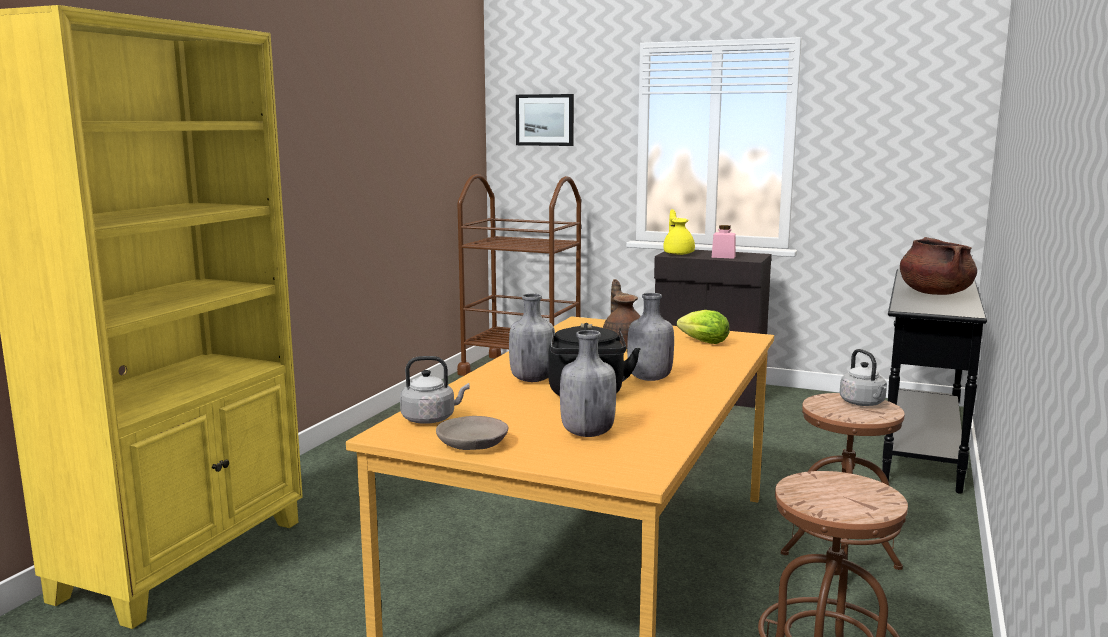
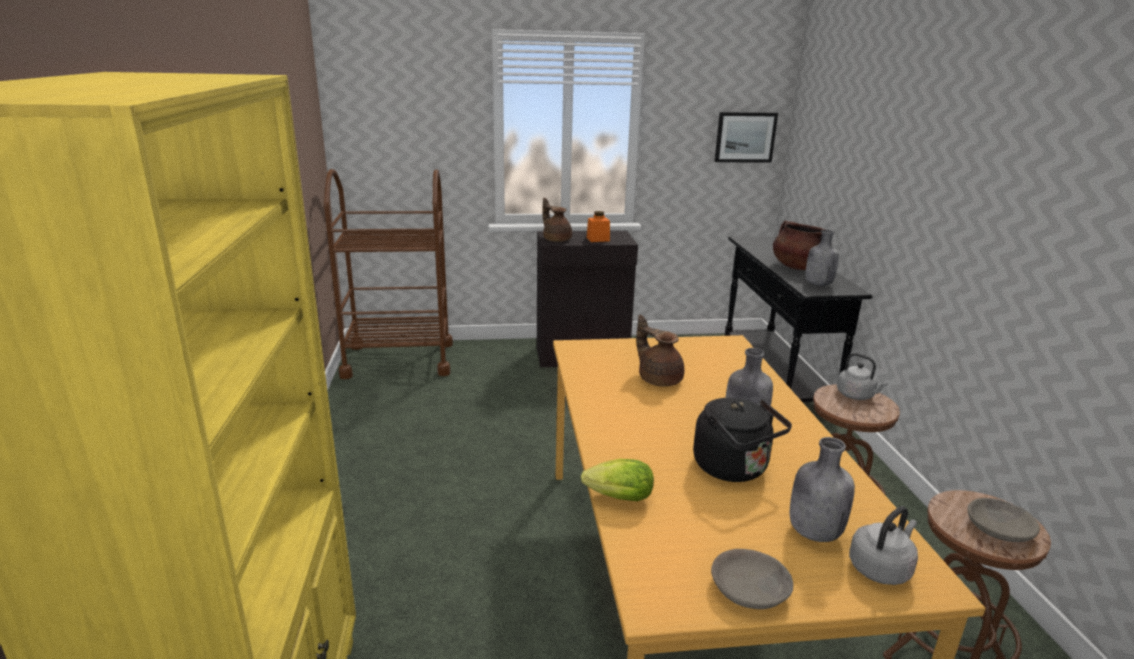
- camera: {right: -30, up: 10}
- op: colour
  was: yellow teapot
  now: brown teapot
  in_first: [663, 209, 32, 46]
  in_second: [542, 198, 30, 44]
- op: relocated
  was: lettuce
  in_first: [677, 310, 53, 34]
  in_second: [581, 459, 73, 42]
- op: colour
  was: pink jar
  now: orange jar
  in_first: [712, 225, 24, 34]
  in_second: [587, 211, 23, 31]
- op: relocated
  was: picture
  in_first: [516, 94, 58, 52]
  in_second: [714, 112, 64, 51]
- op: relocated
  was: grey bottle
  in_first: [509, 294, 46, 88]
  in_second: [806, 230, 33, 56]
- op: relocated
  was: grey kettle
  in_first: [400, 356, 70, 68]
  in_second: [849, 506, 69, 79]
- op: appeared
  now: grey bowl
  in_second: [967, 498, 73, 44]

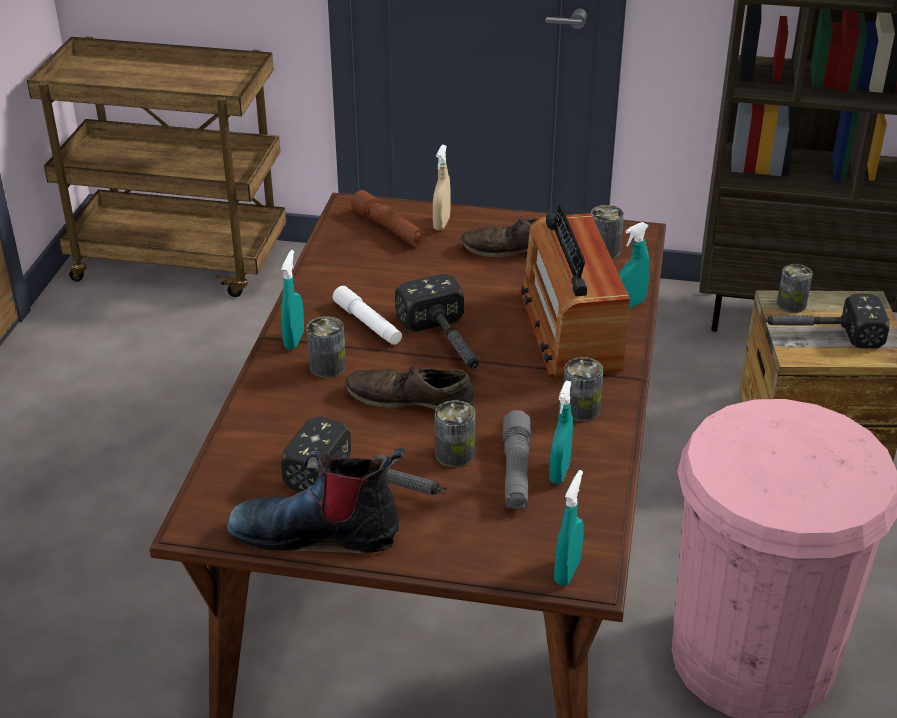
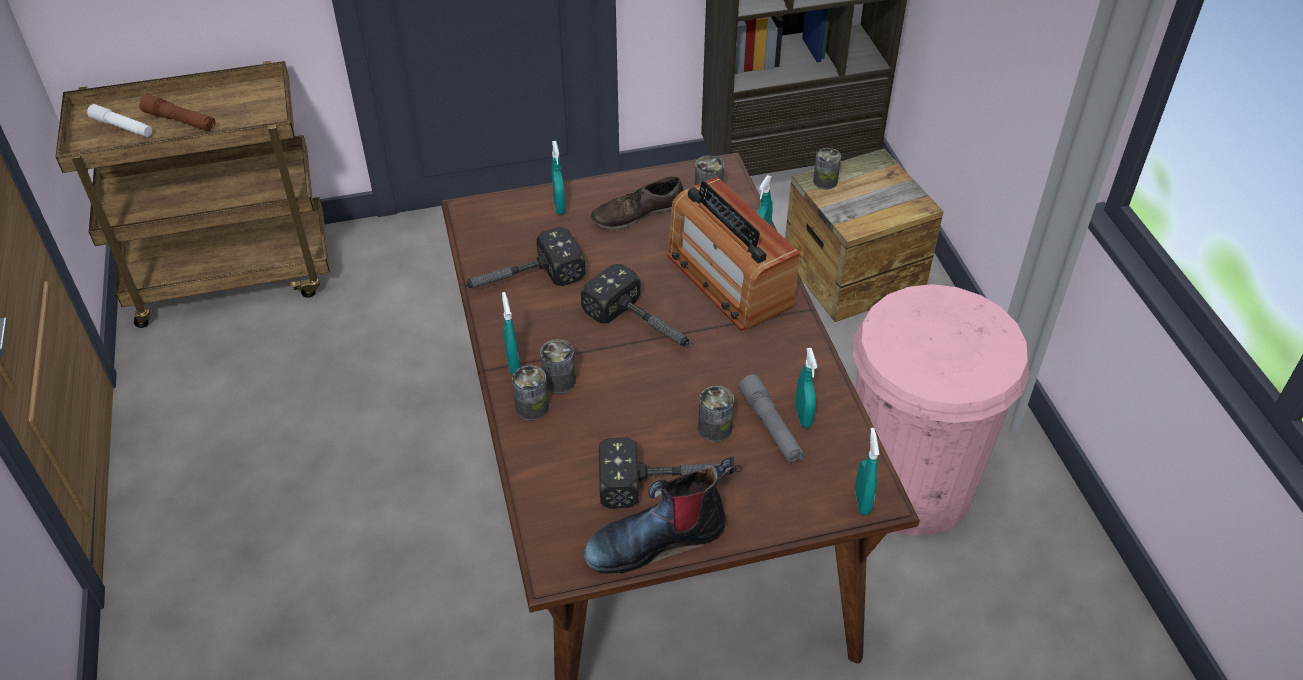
- camera: {right: -25, up: 10}
- op: relocated
  was: white flashlight
  in_first: [333, 286, 69, 59]
  in_second: [87, 104, 65, 33]
- op: relocated
  was: brown flashlight
  in_first: [351, 190, 75, 56]
  in_second: [139, 94, 77, 37]
- op: relocated
  was: hammer
  in_first: [761, 294, 128, 54]
  in_second: [460, 227, 125, 61]
- op: relocated
  was: can
  in_first: [563, 357, 41, 65]
  in_second: [512, 366, 37, 55]
- op: colour
  was: beige spray bottle
  now: turquoise spray bottle
  in_first: [433, 145, 17, 85]
  in_second: [552, 141, 14, 74]
- op: missing
  was: brown shoe
  in_first: [345, 363, 129, 47]

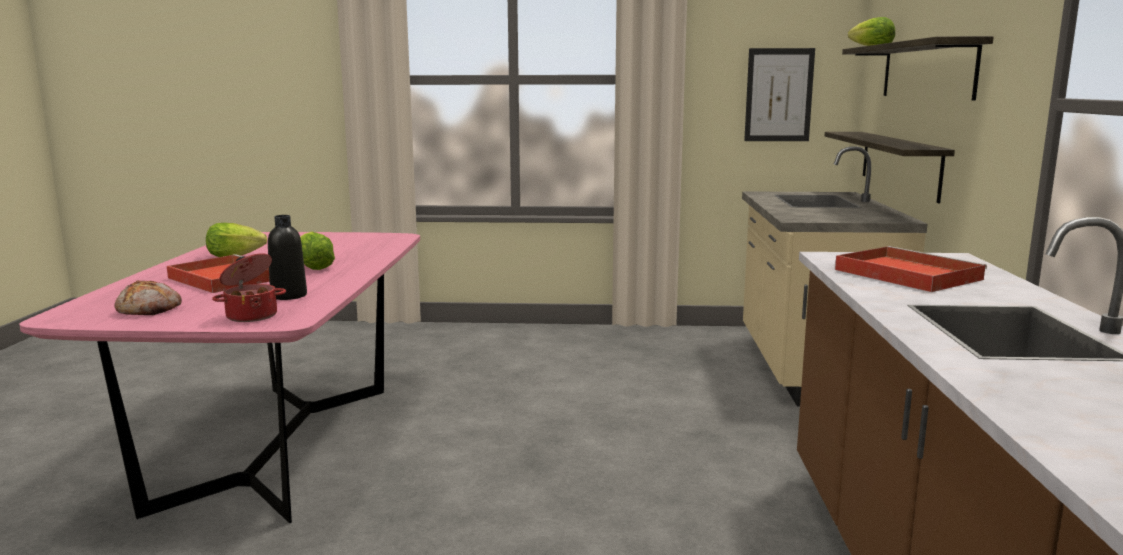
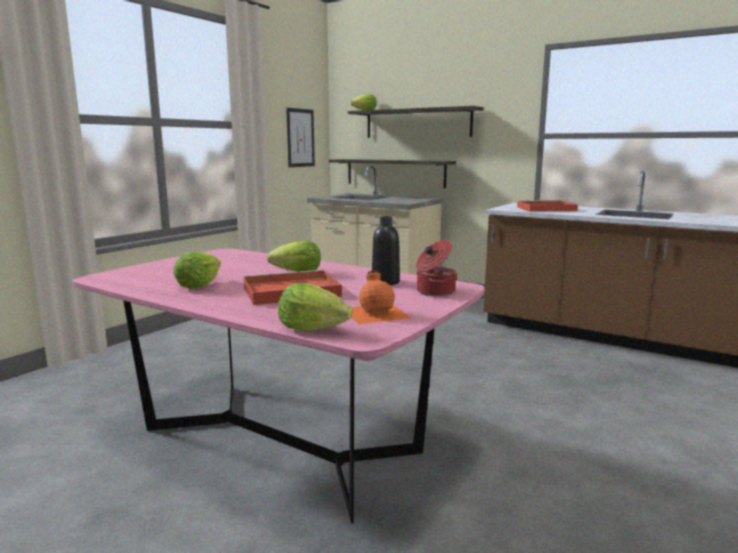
- camera: {right: -60, up: 0}
- op: appeared
  now: lettuce
  in_second: [278, 283, 74, 49]
- op: exchanged
  was: bread
  now: orange bottle
  in_first: [114, 280, 68, 35]
  in_second: [351, 270, 60, 54]

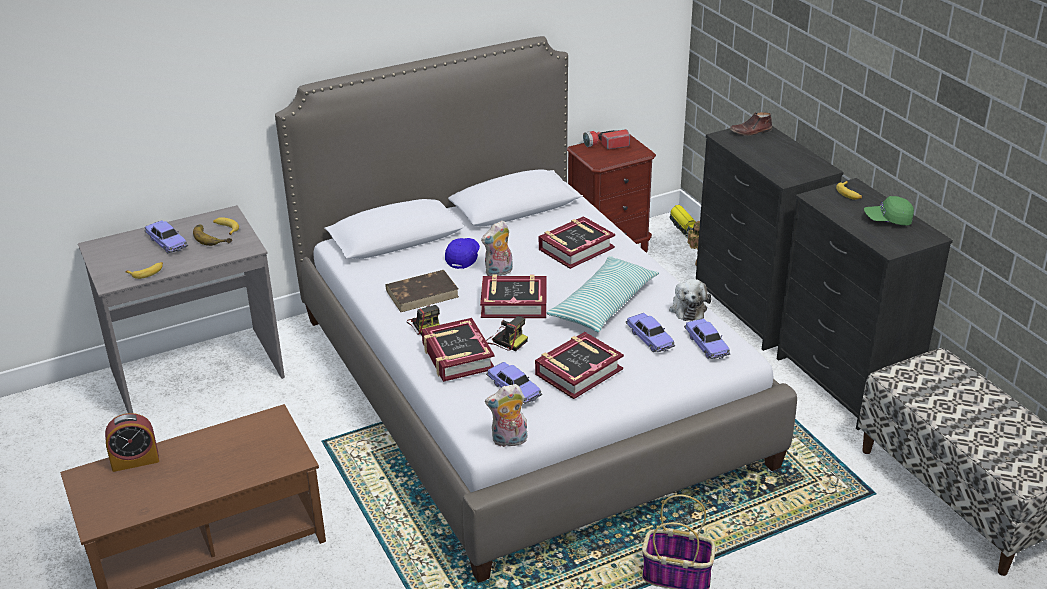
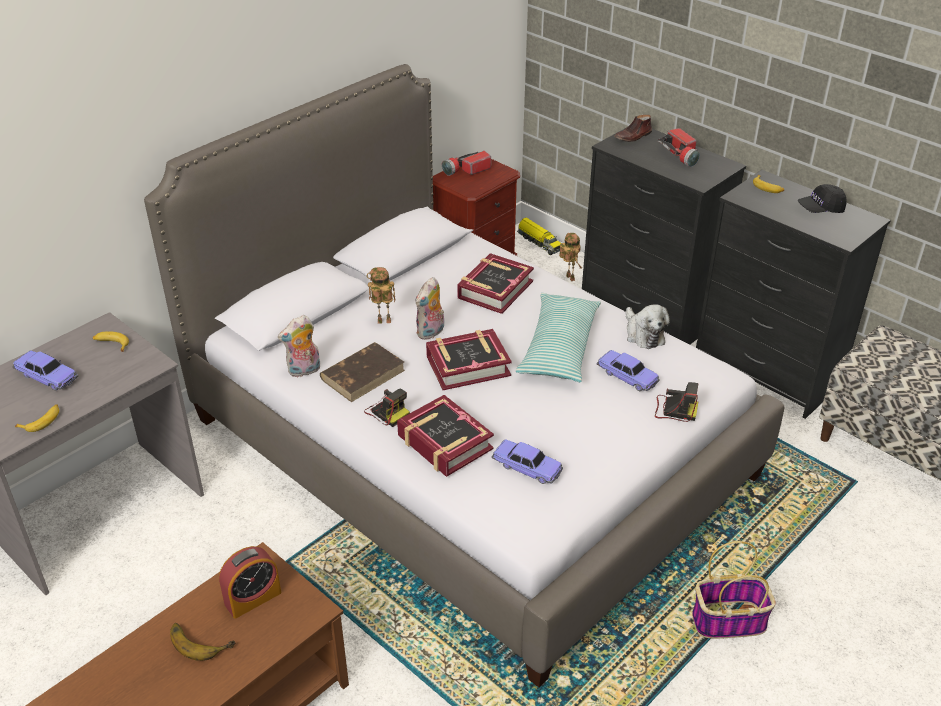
- camera: {right: -20, up: 5}
- op: relocated
  was: banana
  in_first: [193, 225, 39, 21]
  in_second: [170, 623, 66, 38]
- op: relocated
  was: alarm clock
  in_first: [105, 413, 54, 59]
  in_second: [219, 546, 62, 73]
- op: relocated
  was: plush toy
  in_first: [485, 384, 43, 63]
  in_second: [278, 315, 42, 63]
- op: exchanged
  was: blue cap
  now: toy robot
  in_first: [445, 238, 35, 31]
  in_second: [367, 267, 28, 57]
- op: relocated
  was: photo camera
  in_first: [486, 316, 42, 35]
  in_second: [655, 382, 43, 40]
- op: appeared
  now: flashlight
  in_second: [658, 128, 42, 39]
- op: colour
  was: green cap
  now: black cap
  in_first: [864, 196, 50, 30]
  in_second: [798, 184, 49, 29]
- op: missing
  was: book
  in_first: [535, 332, 89, 67]
- op: missing
  was: toy car
  in_first: [684, 319, 46, 40]

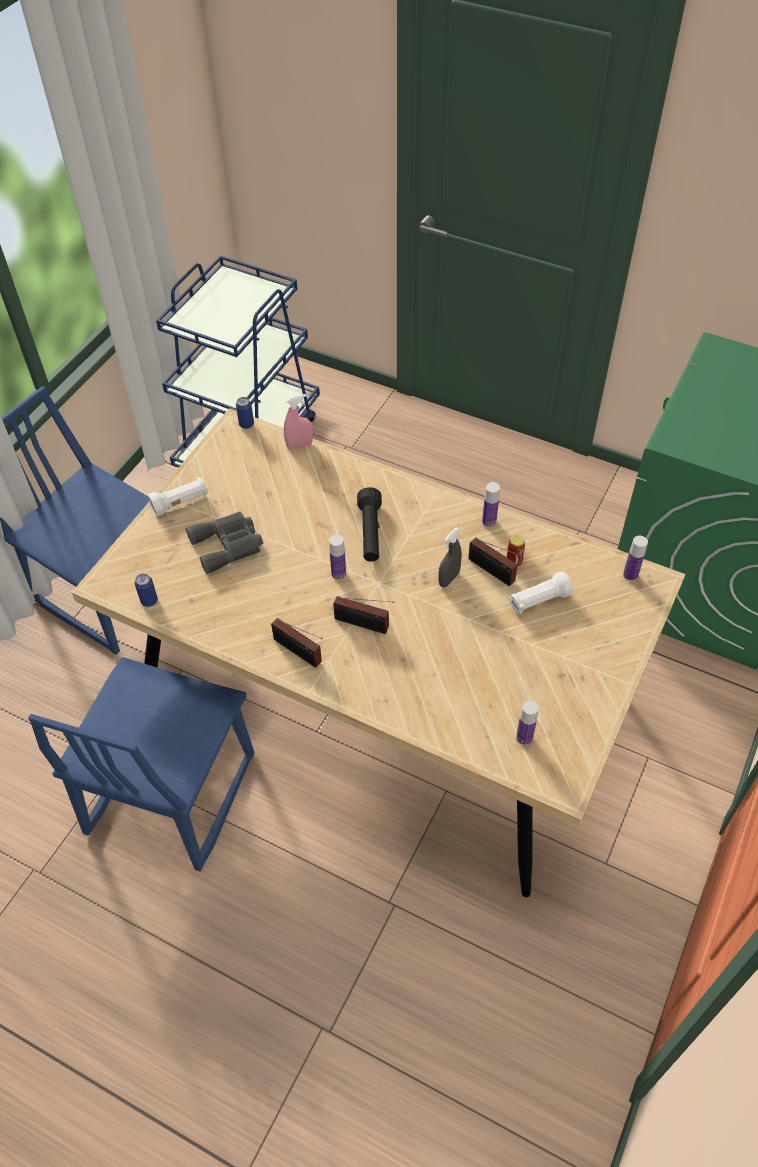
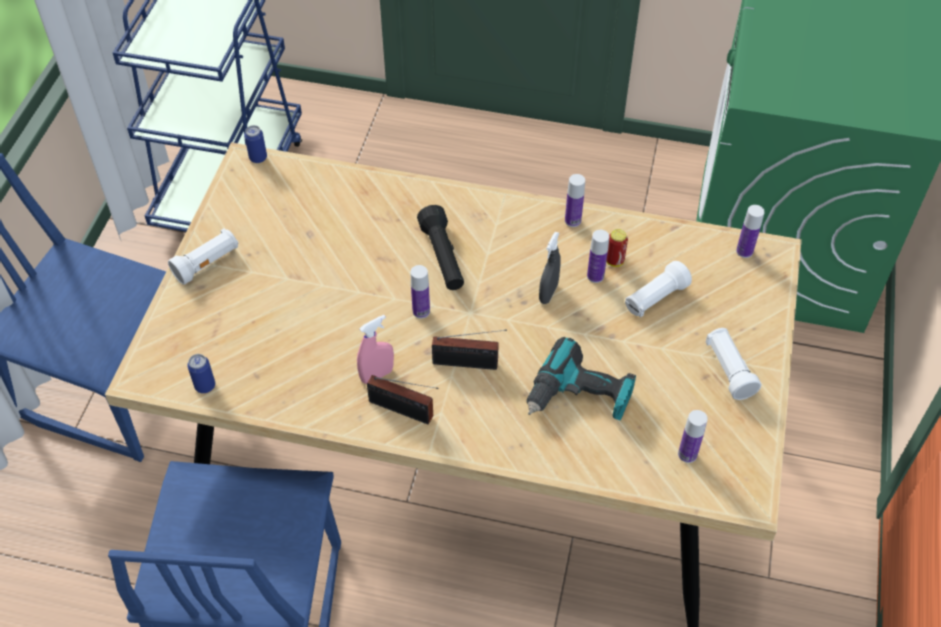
- camera: {right: -15, up: 0}
- op: relocated
  was: pink spray bottle
  in_first: [284, 394, 29, 56]
  in_second: [357, 315, 37, 69]
- op: appeared
  now: power drill
  in_second: [526, 337, 110, 83]
- op: exchanged
  was: radio
  now: bottle
  in_first: [468, 537, 56, 49]
  in_second: [587, 230, 22, 53]
- op: appeared
  now: white flashlight
  in_second: [706, 328, 55, 72]
- op: missing
  was: grey binoculars
  in_first: [186, 511, 77, 63]

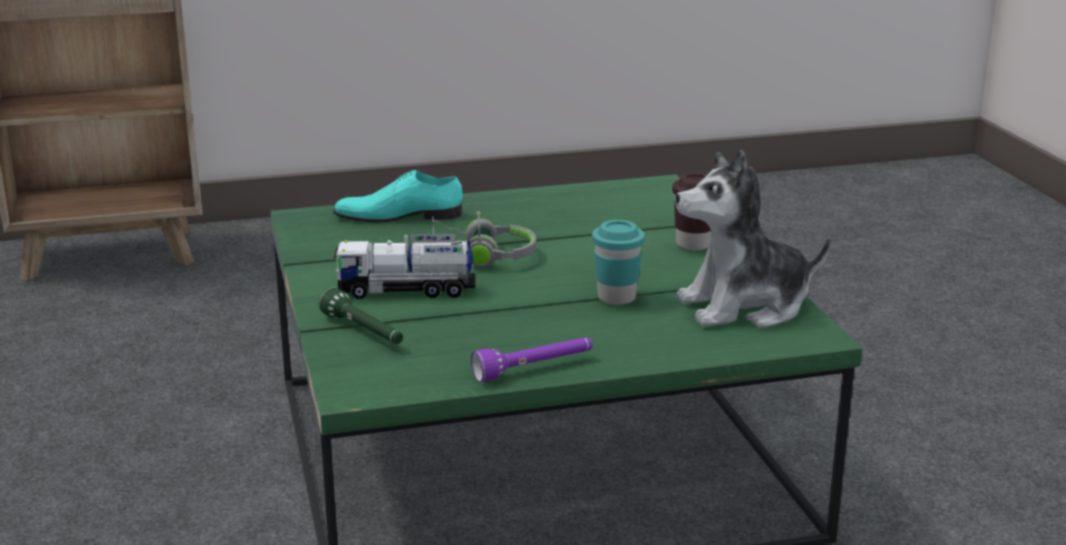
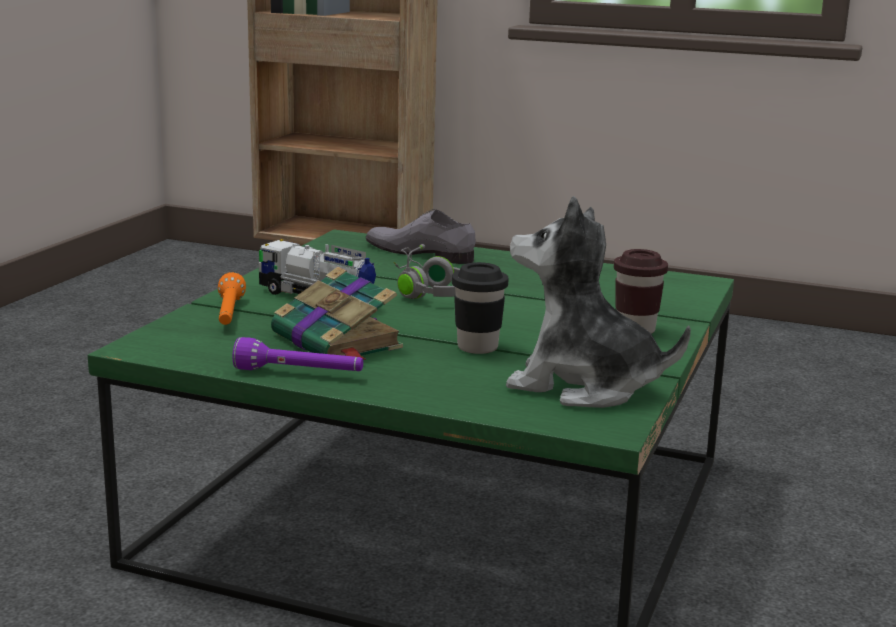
- camera: {right: 35, up: -5}
- op: colour
  was: green flashlight
  now: orange flashlight
  in_first: [318, 287, 85, 57]
  in_second: [218, 272, 28, 53]
- op: appeared
  now: book
  in_second: [271, 267, 132, 93]
- op: colour
  was: turquoise shoe
  now: grey shoe
  in_first: [333, 170, 130, 53]
  in_second: [366, 209, 110, 55]
- op: colour
  was: turquoise cup
  now: black cup
  in_first: [592, 220, 53, 85]
  in_second: [452, 262, 57, 92]

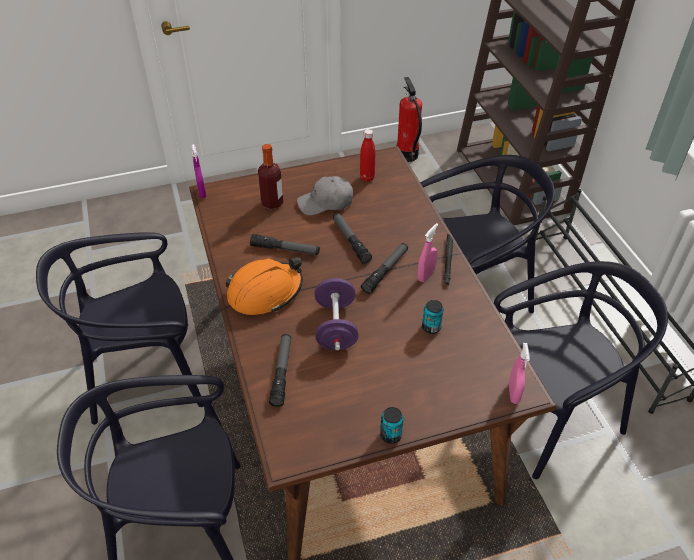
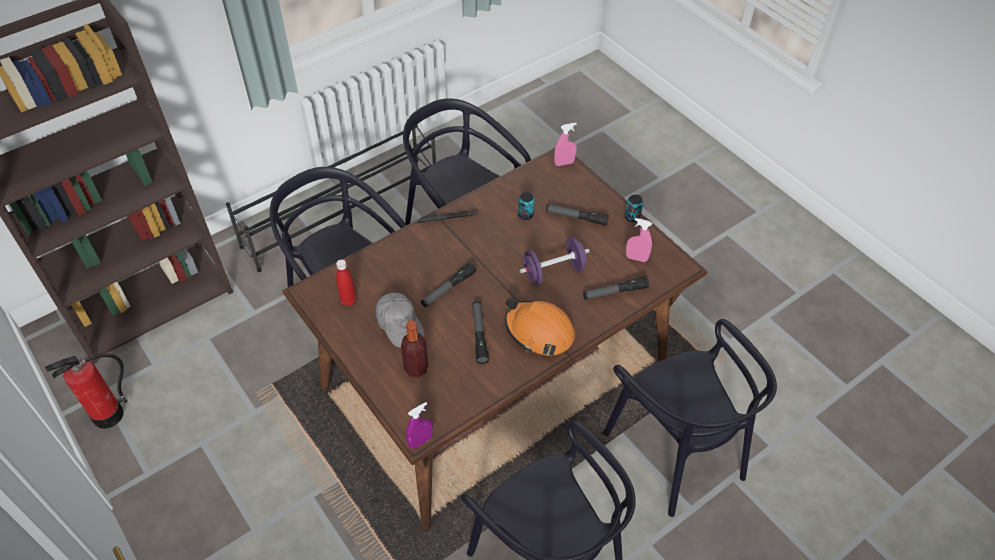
- camera: {right: -110, up: 5}
- op: relocated
  was: flashlight
  in_first: [361, 243, 47, 51]
  in_second: [546, 204, 63, 22]
- op: relocated
  was: pink spray bottle
  in_first: [417, 223, 21, 59]
  in_second: [626, 218, 26, 44]

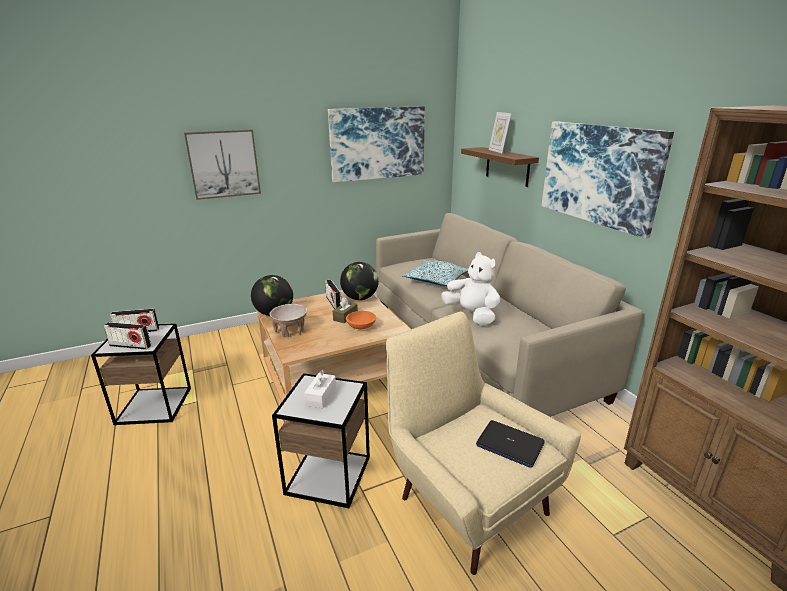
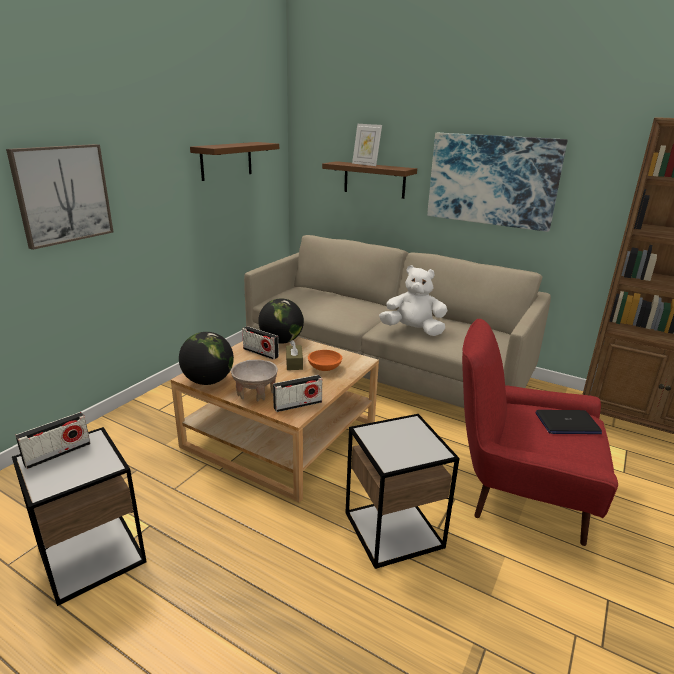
- camera: {right: -35, up: 0}
- op: exchanged
  was: picture
  now: brown shelf
  in_first: [328, 106, 97, 77]
  in_second: [190, 142, 89, 39]
- op: relocated
  was: radio
  in_first: [104, 322, 47, 28]
  in_second: [273, 375, 49, 37]
- op: colour
  was: beige armchair
  now: red armchair
  in_first: [386, 311, 195, 264]
  in_second: [462, 319, 156, 227]
- op: missing
  was: white tissue box
  in_first: [304, 370, 32, 38]
- op: missing
  was: pillow
  in_first: [402, 260, 66, 26]

